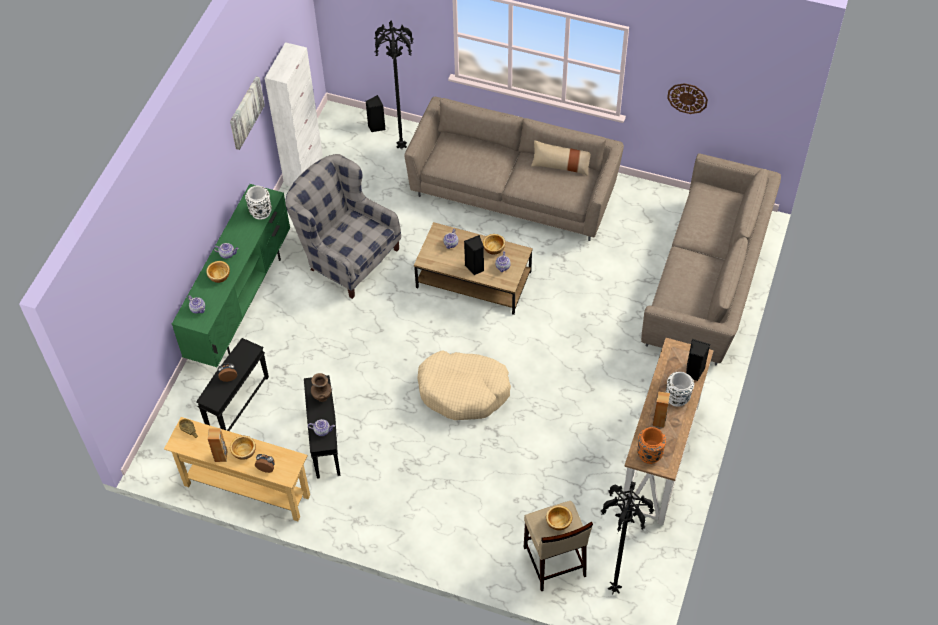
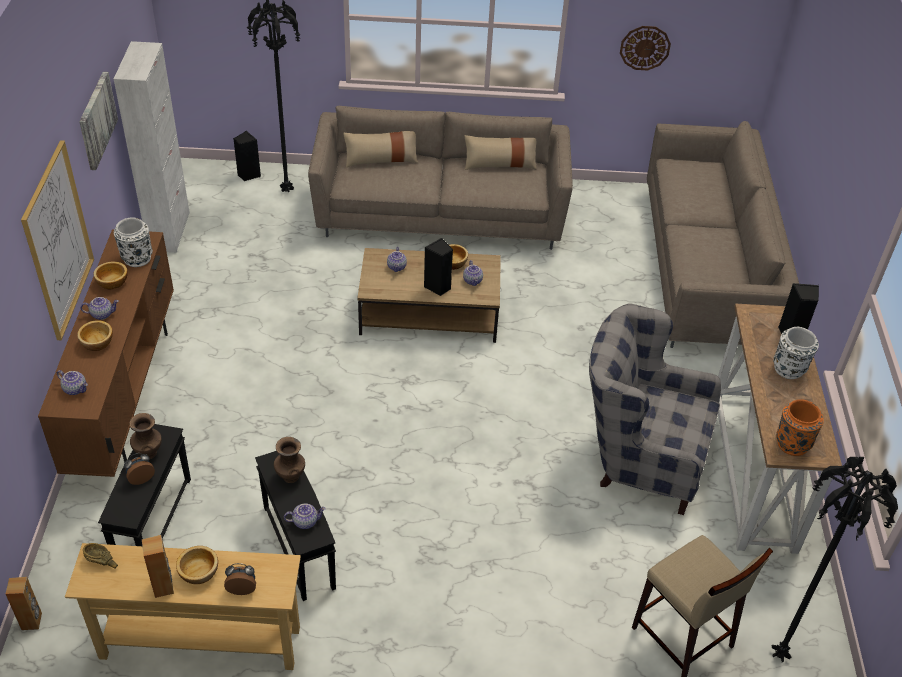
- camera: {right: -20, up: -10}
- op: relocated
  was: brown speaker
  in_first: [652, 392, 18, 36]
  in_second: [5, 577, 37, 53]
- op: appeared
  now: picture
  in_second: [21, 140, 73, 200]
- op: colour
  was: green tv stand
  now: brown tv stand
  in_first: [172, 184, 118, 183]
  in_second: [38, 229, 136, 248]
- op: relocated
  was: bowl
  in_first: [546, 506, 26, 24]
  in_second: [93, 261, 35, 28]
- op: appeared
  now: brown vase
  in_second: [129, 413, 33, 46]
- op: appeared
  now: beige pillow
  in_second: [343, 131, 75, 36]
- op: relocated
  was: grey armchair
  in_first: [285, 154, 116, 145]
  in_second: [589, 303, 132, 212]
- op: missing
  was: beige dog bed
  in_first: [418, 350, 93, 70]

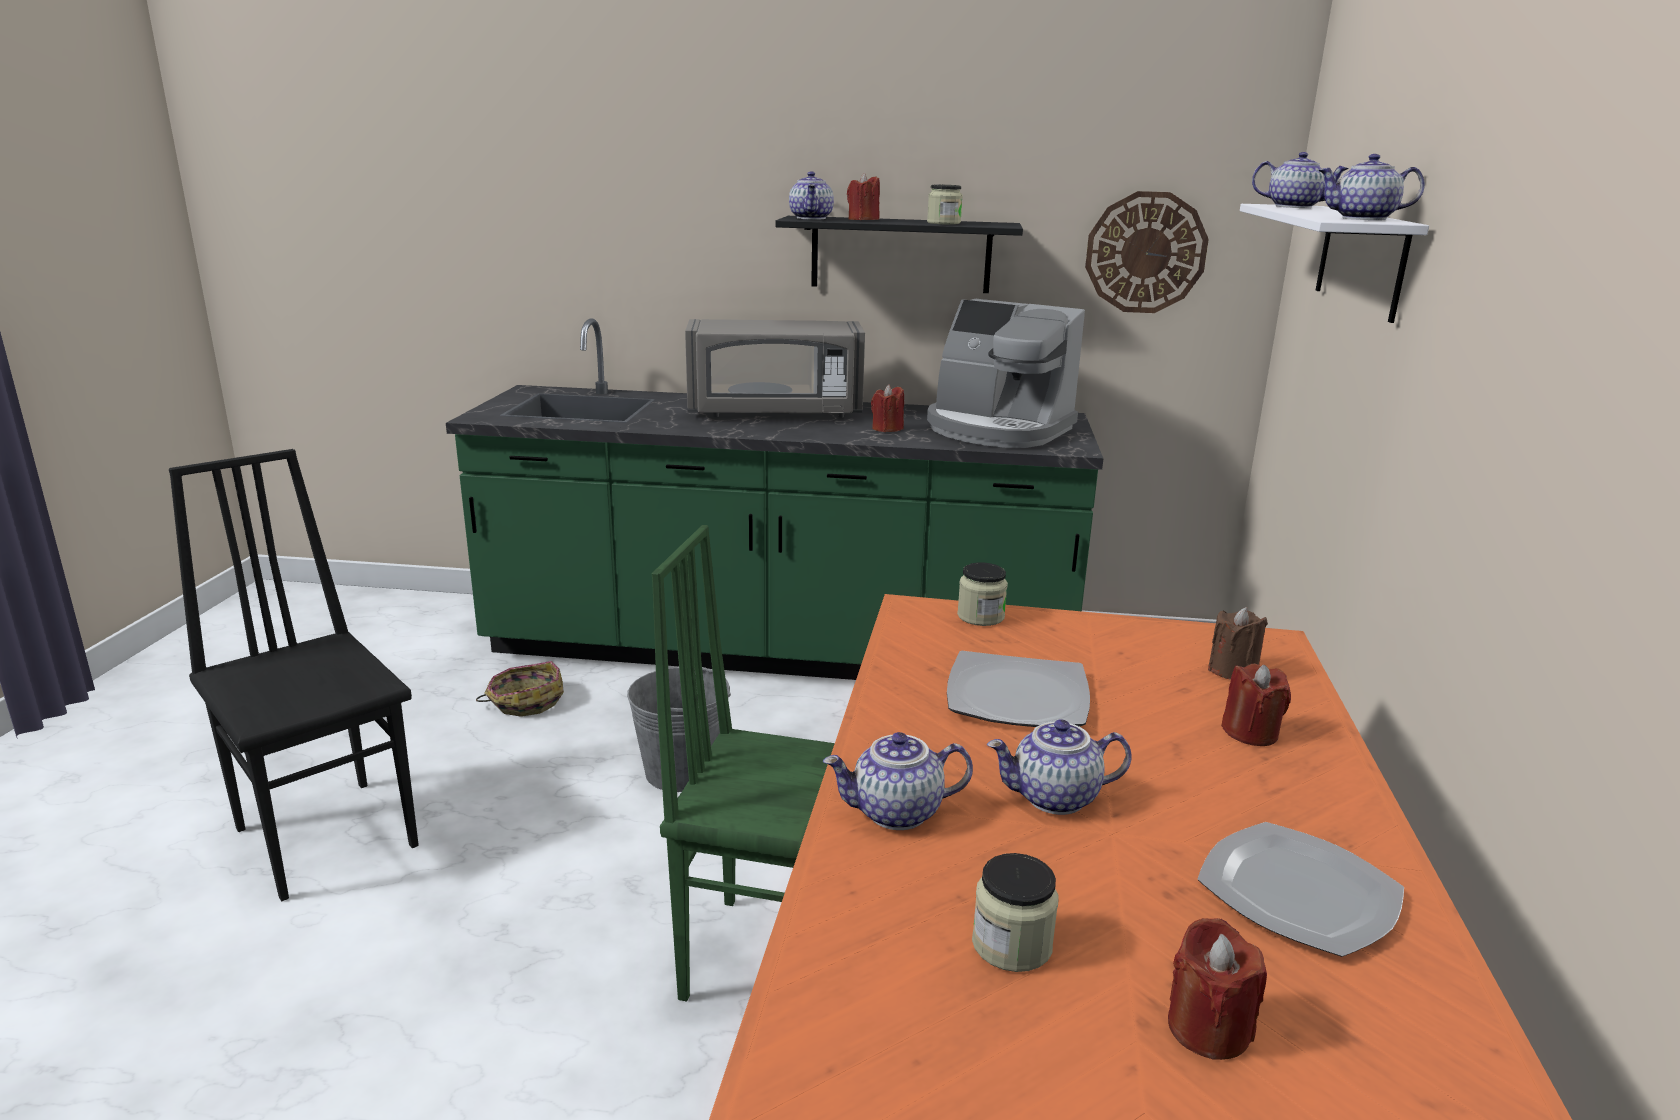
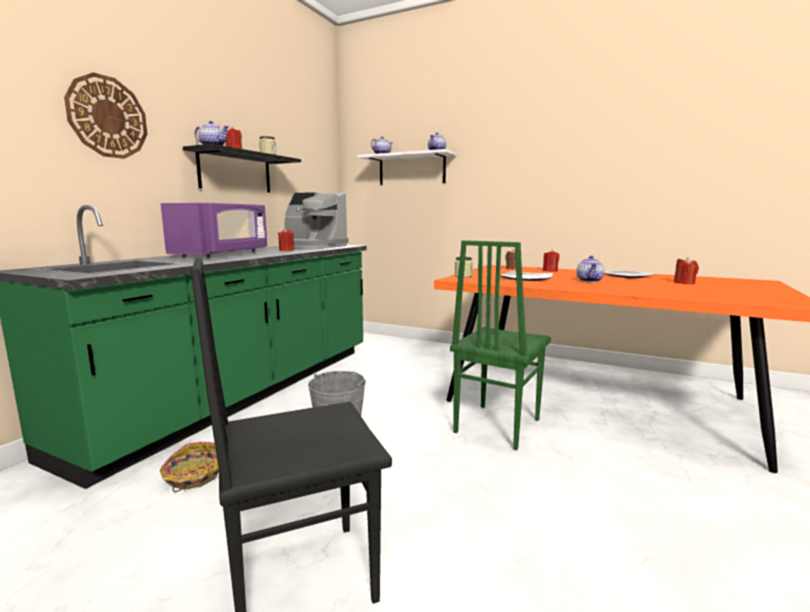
- camera: {right: -70, up: -10}
- op: relocated
  was: wall clock
  in_first: [1085, 191, 124, 122]
  in_second: [64, 72, 83, 87]
- op: colour
  was: grey microwave
  now: purple microwave
  in_first: [685, 319, 180, 99]
  in_second: [161, 203, 106, 55]
- op: spun
  was: coffee machine
  in_first: [927, 299, 158, 149]
  in_second: [284, 192, 65, 57]
  clockwise: 60
- op: missing
  was: teapot
  in_first: [823, 732, 150, 98]
- op: missing
  was: jar
  in_first: [972, 853, 87, 119]

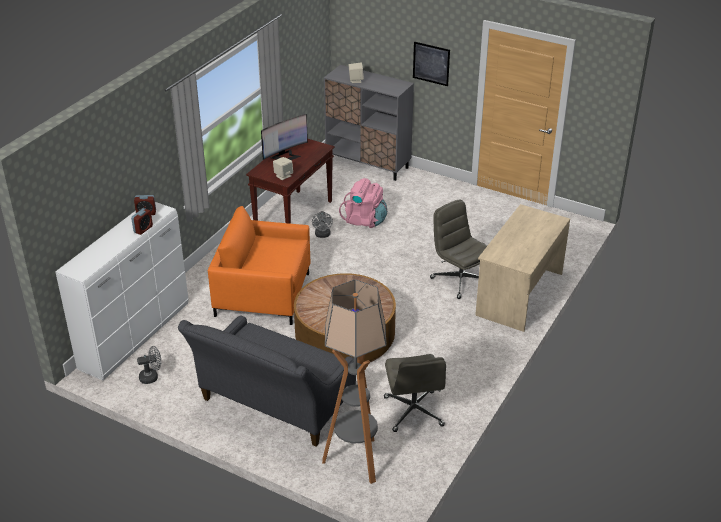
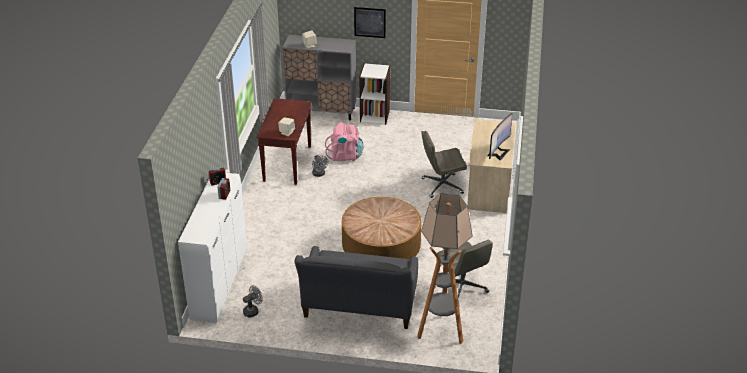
- camera: {right: -20, up: 0}
- op: appeared
  now: white bookcase
  in_second: [360, 63, 30, 62]
- op: spun
  was: grey office chair
  in_first: [430, 200, 57, 99]
  in_second: [421, 131, 46, 67]
  clockwise: -45
- op: relocated
  was: monitor
  in_first: [261, 114, 47, 46]
  in_second: [487, 113, 25, 48]
- op: missing
  was: orange armchair
  in_first: [208, 206, 102, 119]

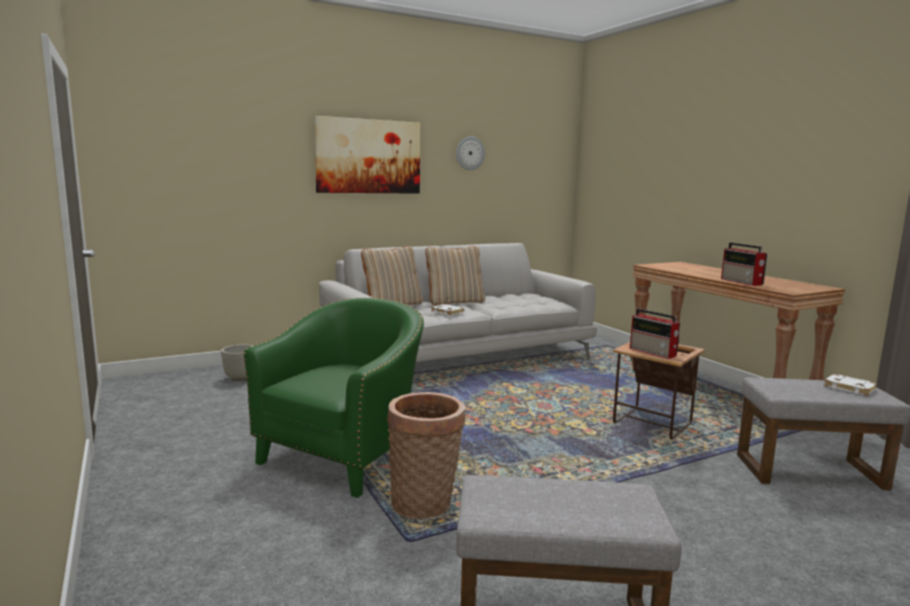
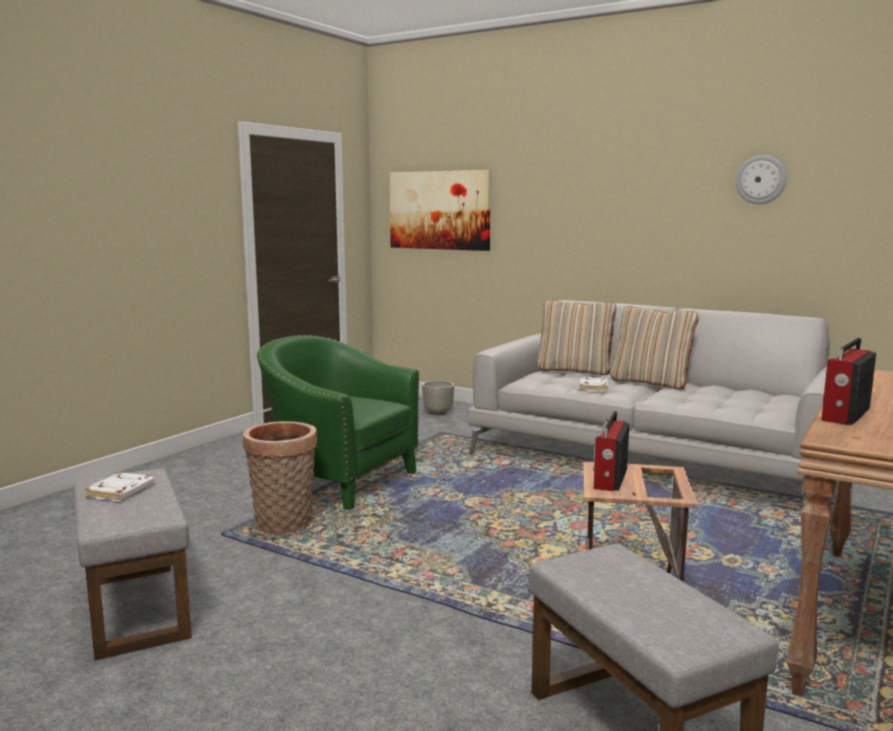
- camera: {right: 60, up: 0}
- op: relocated
  was: white book
  in_first: [824, 374, 53, 22]
  in_second: [85, 472, 69, 29]
- op: spun
  was: green armchair
  in_first: [244, 297, 180, 201]
  in_second: [257, 335, 162, 175]
  clockwise: -150
- op: relocated
  was: picture
  in_first: [314, 116, 106, 78]
  in_second: [389, 170, 102, 81]

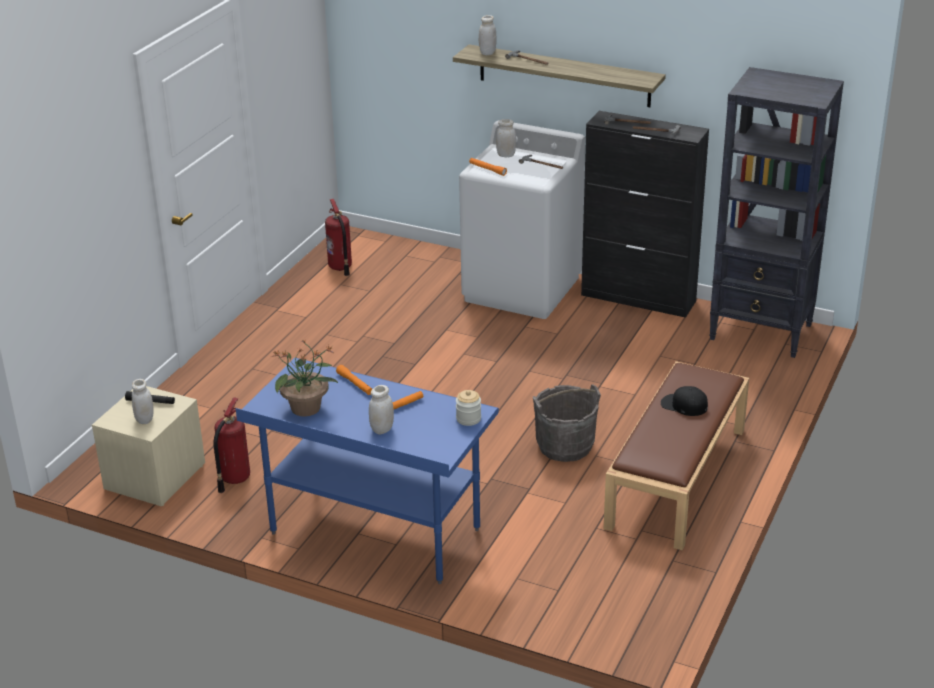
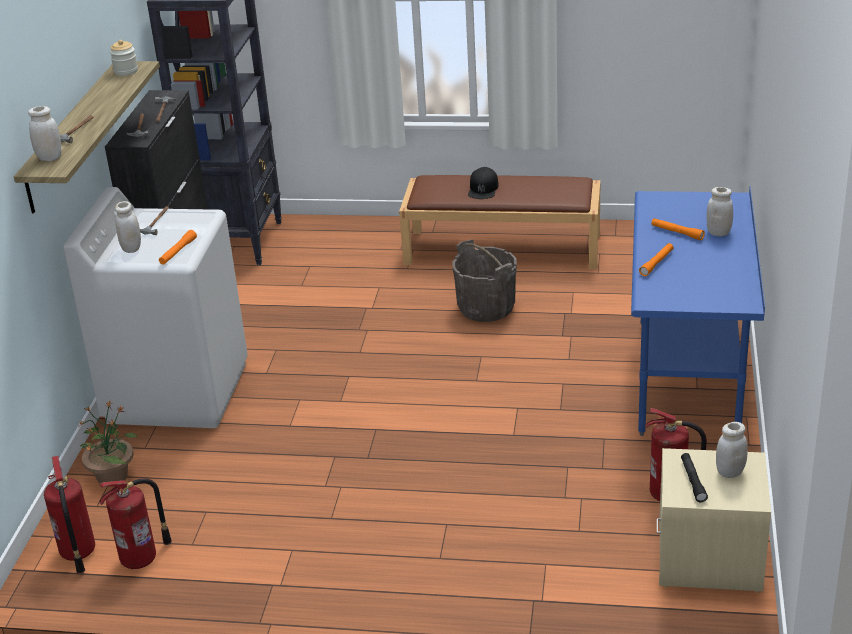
- camera: {right: -105, up: 0}
- op: appeared
  now: fire extinguisher
  in_second: [44, 456, 51, 118]
- op: relocated
  was: potted plant
  in_first: [271, 339, 67, 77]
  in_second: [78, 401, 60, 86]
- op: relocated
  was: jar
  in_first: [456, 390, 25, 36]
  in_second: [110, 40, 28, 36]

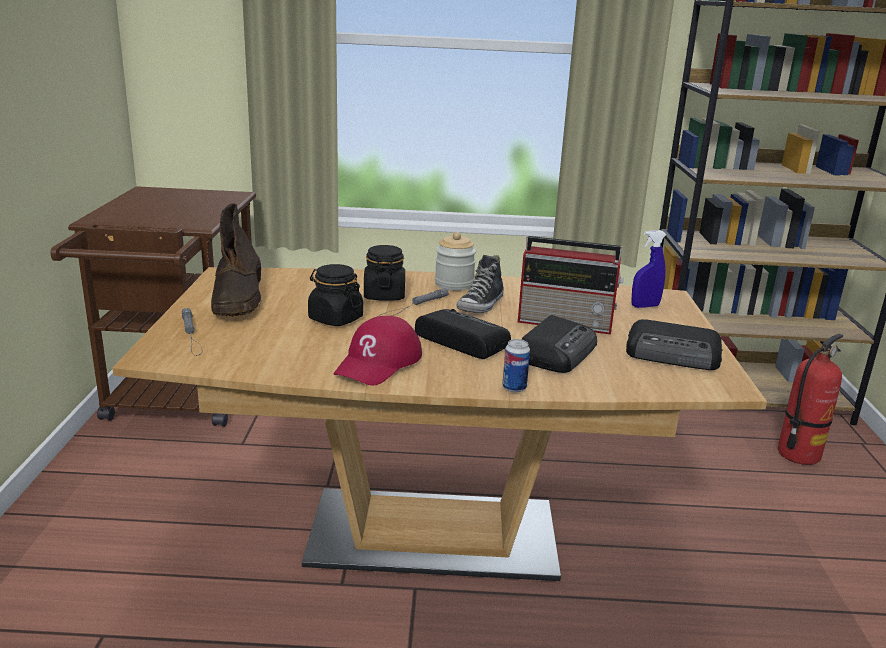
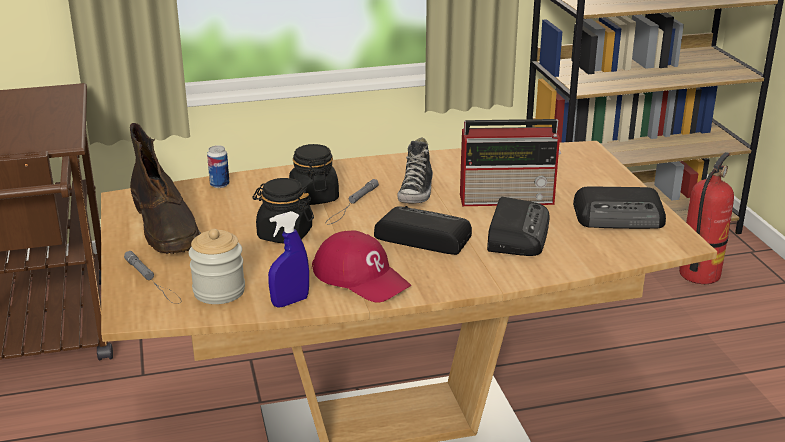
- camera: {right: -15, up: 5}
- op: relocated
  was: jar
  in_first: [435, 232, 41, 59]
  in_second: [189, 229, 56, 75]
- op: relocated
  was: can
  in_first: [503, 339, 27, 53]
  in_second: [207, 145, 23, 43]
- op: relocated
  was: blue spray bottle
  in_first: [631, 230, 36, 78]
  in_second: [268, 211, 41, 97]
- op: spun
  was: red cap
  in_first: [333, 316, 89, 70]
  in_second: [312, 230, 99, 72]
  clockwise: -60

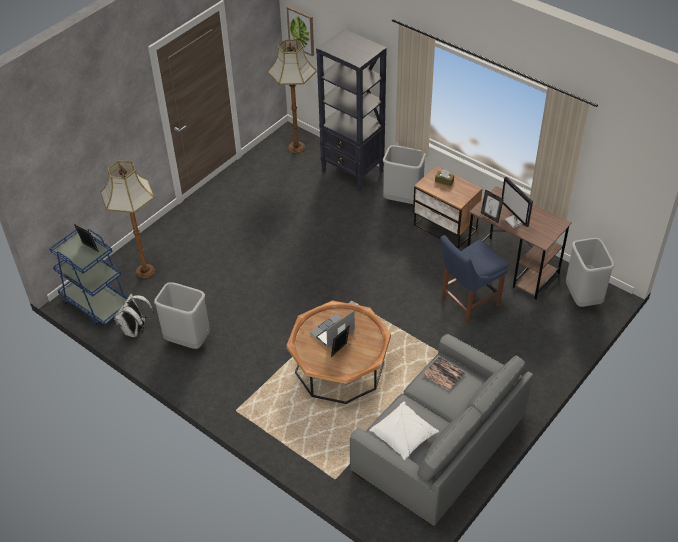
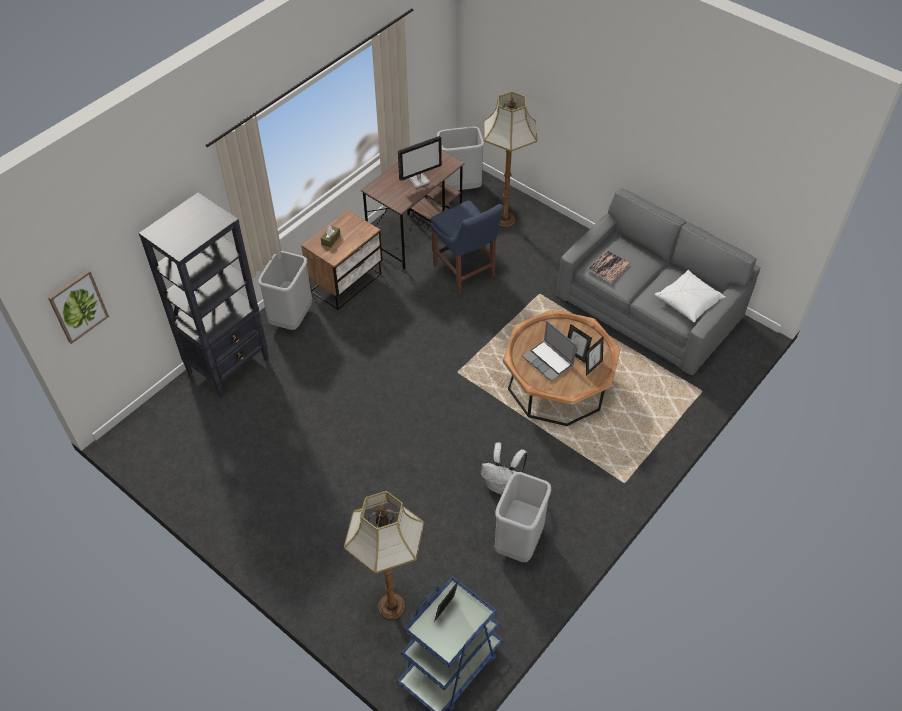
- camera: {right: -90, up: 5}
- op: relocated
  was: white backpack
  in_first: [114, 294, 40, 43]
  in_second: [481, 442, 47, 53]
- op: relocated
  was: floor lamp
  in_first: [268, 40, 49, 113]
  in_second: [484, 91, 53, 136]
- op: relocated
  was: picture frame
  in_first: [481, 189, 23, 34]
  in_second: [586, 336, 18, 40]

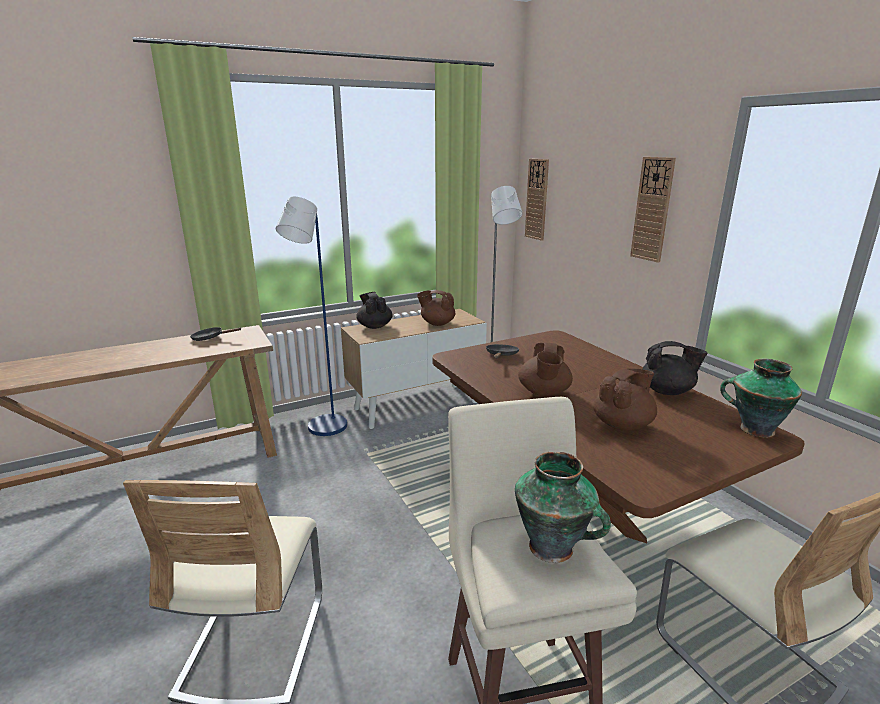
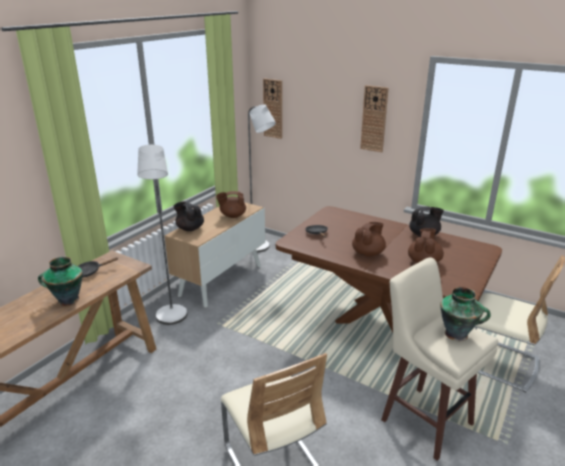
- camera: {right: -30, up: 5}
- op: relocated
  was: vase
  in_first: [720, 359, 82, 78]
  in_second: [38, 257, 45, 49]
- op: colour
  was: blue floor lamp
  now: grey floor lamp
  in_first: [276, 197, 71, 239]
  in_second: [137, 145, 50, 180]
- op: spun
  was: brown teapot
  in_first: [518, 343, 55, 54]
  in_second: [352, 222, 34, 35]
  clockwise: -120

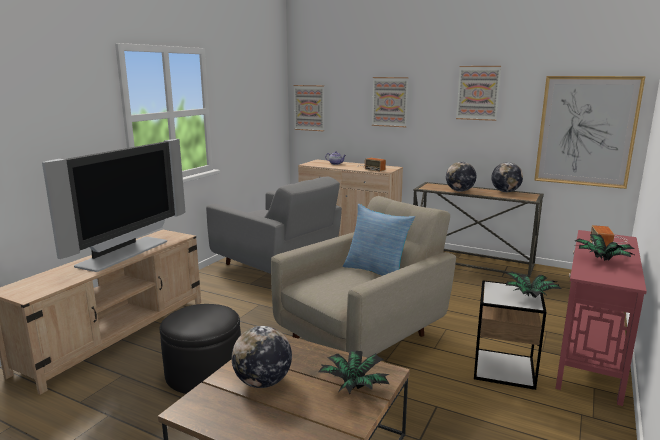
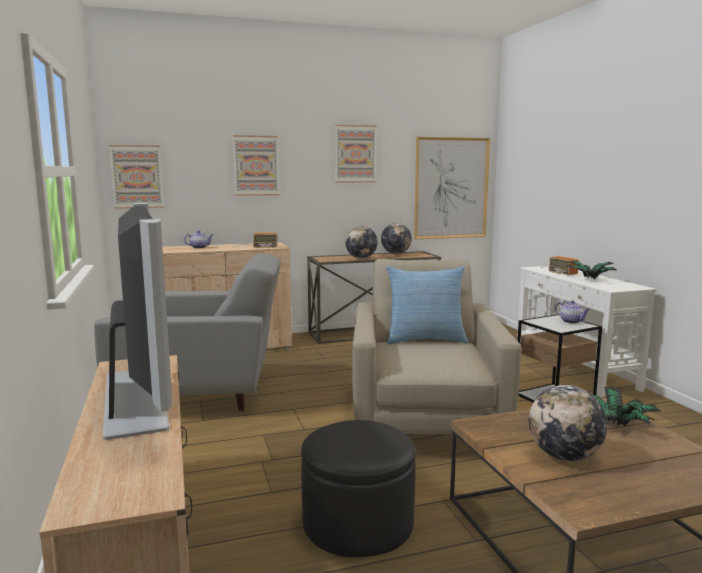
- camera: {right: -45, up: -5}
- op: colour
  was: red console table
  now: white console table
  in_first: [556, 230, 91, 176]
  in_second: [517, 266, 140, 131]
- op: exchanged
  was: potted plant
  now: teapot
  in_first: [506, 271, 56, 27]
  in_second: [555, 300, 35, 23]

